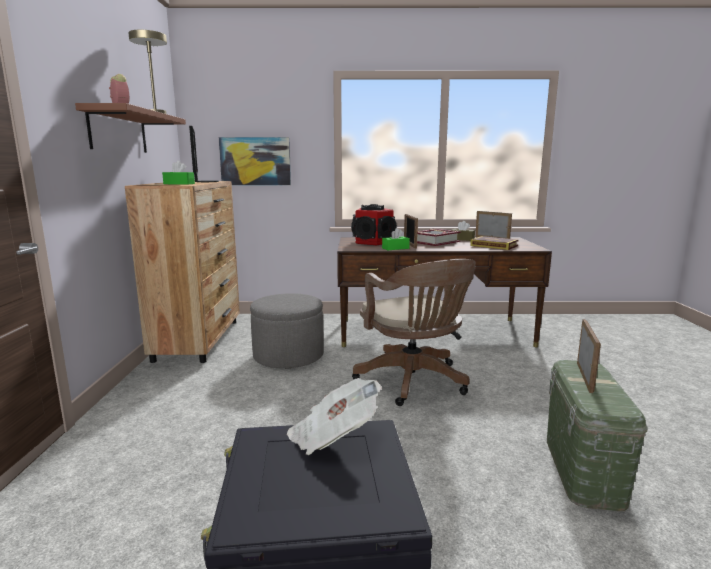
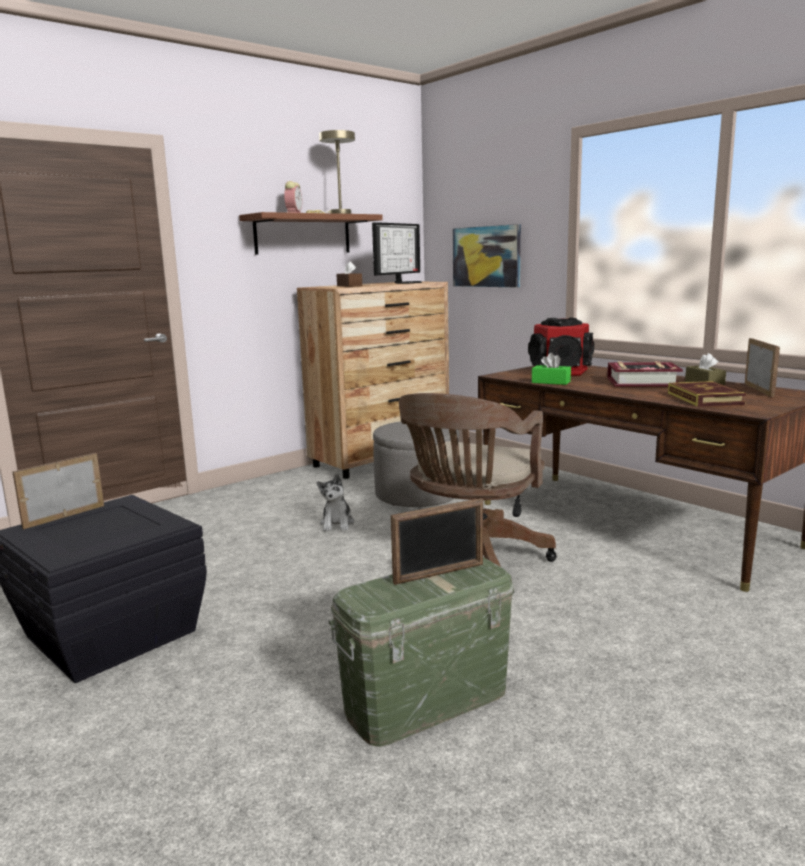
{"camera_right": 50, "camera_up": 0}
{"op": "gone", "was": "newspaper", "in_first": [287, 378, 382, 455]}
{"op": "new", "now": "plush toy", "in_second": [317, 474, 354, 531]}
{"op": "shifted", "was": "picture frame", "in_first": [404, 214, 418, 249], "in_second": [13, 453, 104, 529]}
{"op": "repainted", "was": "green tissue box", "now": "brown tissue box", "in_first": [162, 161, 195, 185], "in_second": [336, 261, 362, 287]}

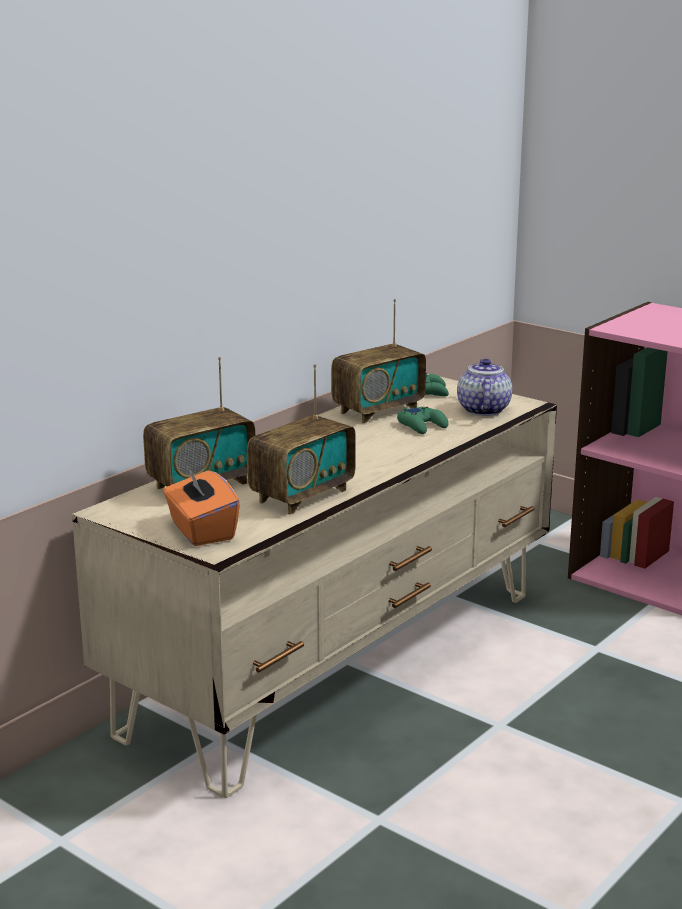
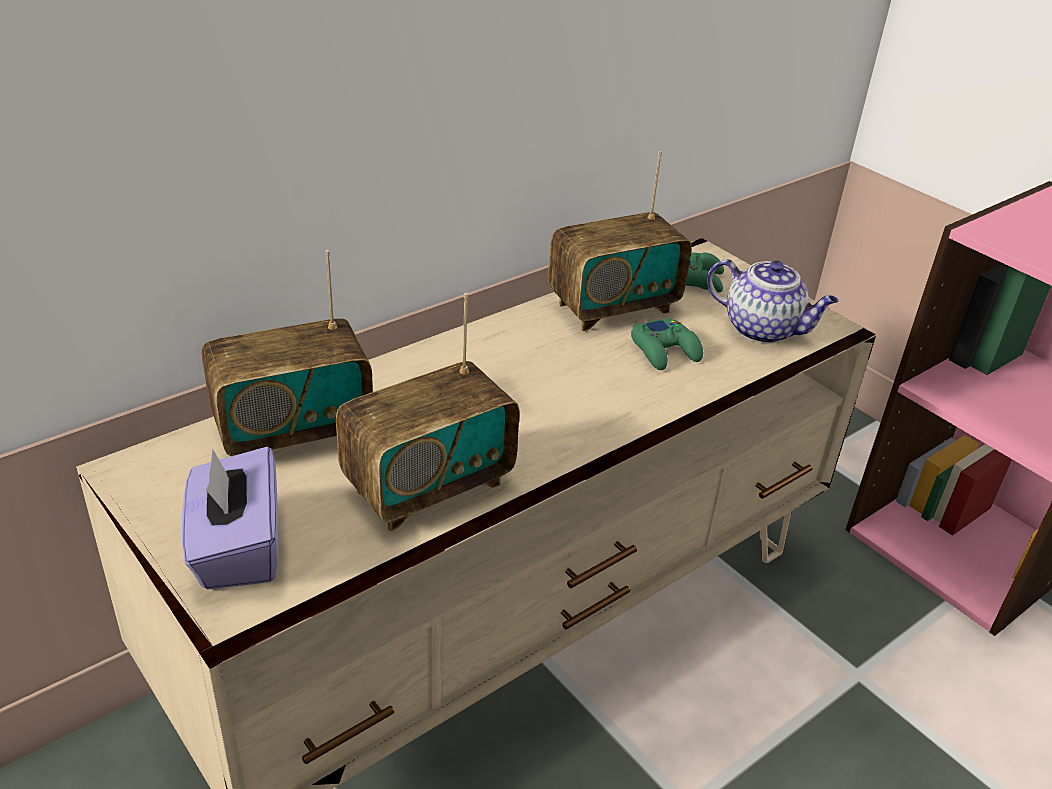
{"camera_right": 10, "camera_up": 15}
{"op": "repainted", "was": "orange tissue box", "now": "purple tissue box", "in_first": [163, 465, 240, 546], "in_second": [182, 447, 278, 590]}
{"op": "rotated", "was": "teapot", "in_first": [457, 359, 512, 416], "in_second": [707, 259, 839, 343], "clockwise": 105}

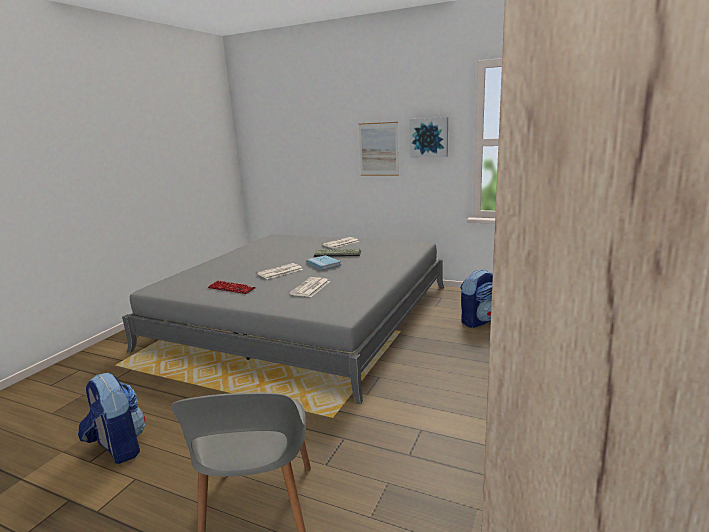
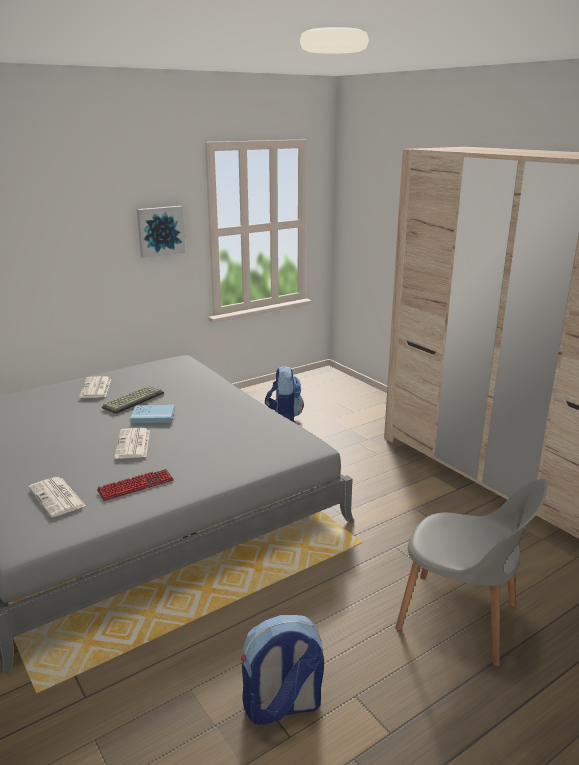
{"camera_right": -60, "camera_up": 5}
{"op": "gone", "was": "picture", "in_first": [358, 122, 399, 176]}
{"op": "shifted", "was": "newspaper", "in_first": [289, 277, 330, 297], "in_second": [29, 477, 86, 517]}

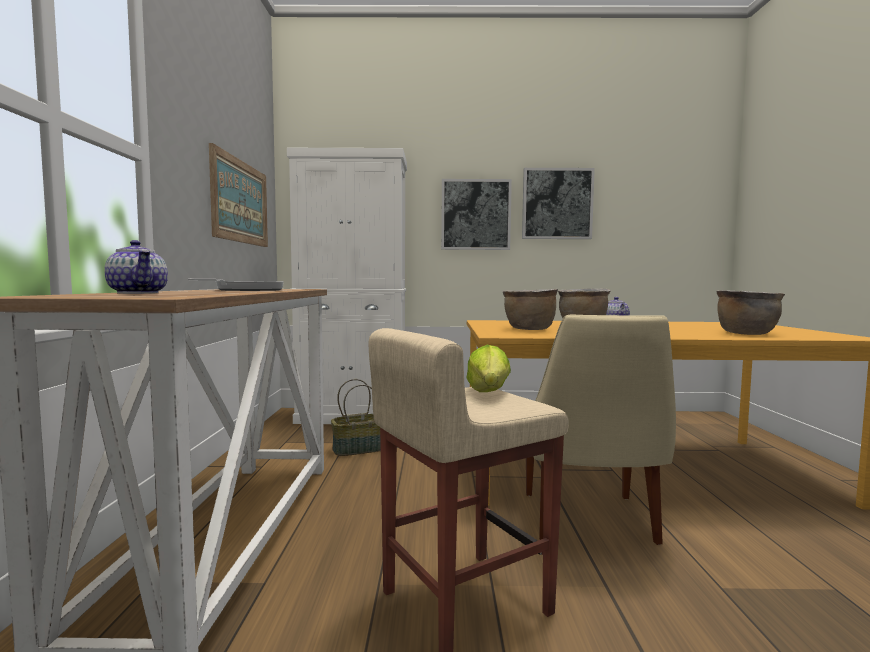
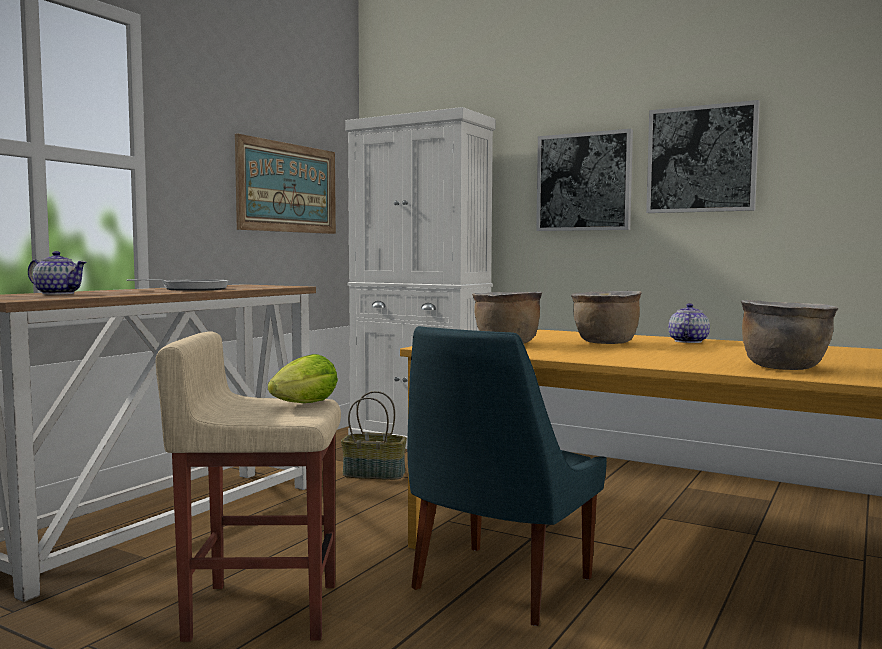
{"camera_right": 30, "camera_up": 0}
{"op": "repainted", "was": "beige chair", "now": "blue chair", "in_first": [526, 315, 676, 545], "in_second": [407, 326, 607, 626]}
{"op": "rotated", "was": "teapot", "in_first": [104, 240, 168, 294], "in_second": [28, 251, 86, 294], "clockwise": -60}

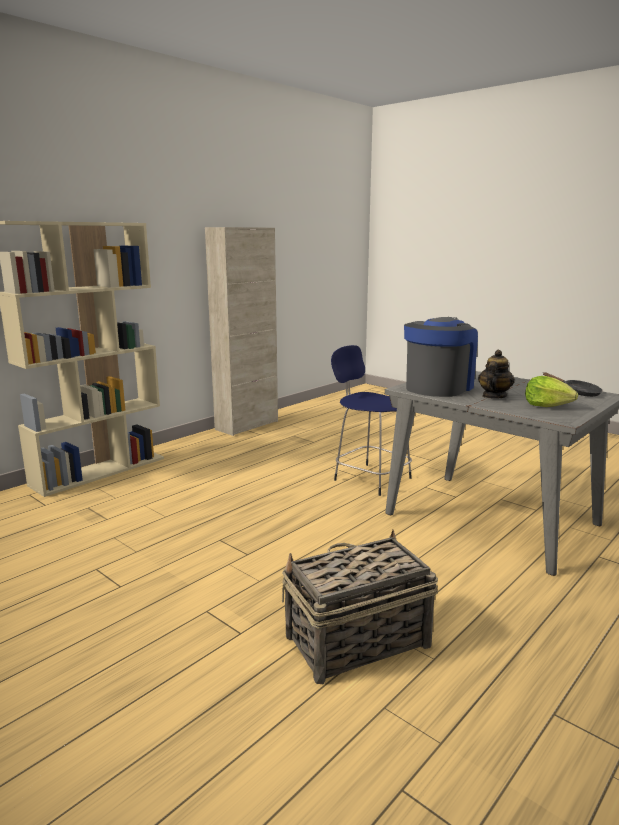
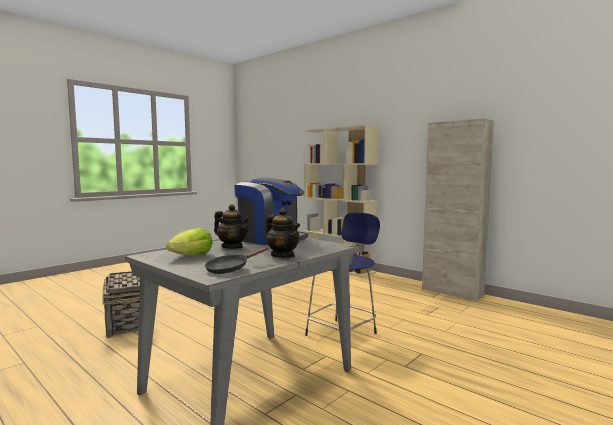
{"camera_right": 90, "camera_up": -10}
{"op": "new", "now": "teapot", "in_second": [266, 208, 300, 258]}

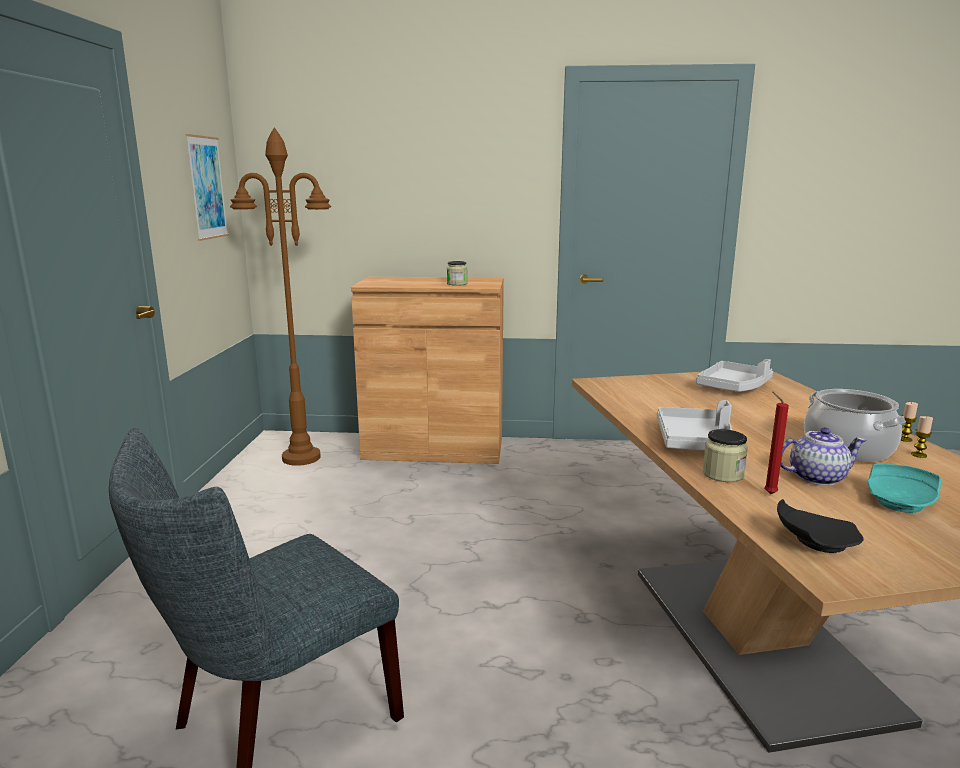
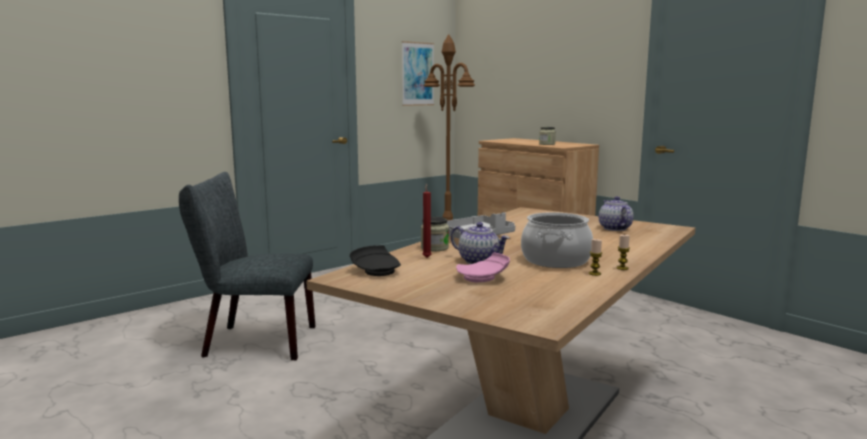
{"camera_right": 45, "camera_up": -5}
{"op": "swapped", "was": "grey tray", "now": "teapot", "in_first": [696, 359, 773, 392], "in_second": [599, 196, 633, 231]}
{"op": "repainted", "was": "turquoise plate", "now": "pink plate", "in_first": [868, 464, 941, 513], "in_second": [456, 253, 510, 282]}

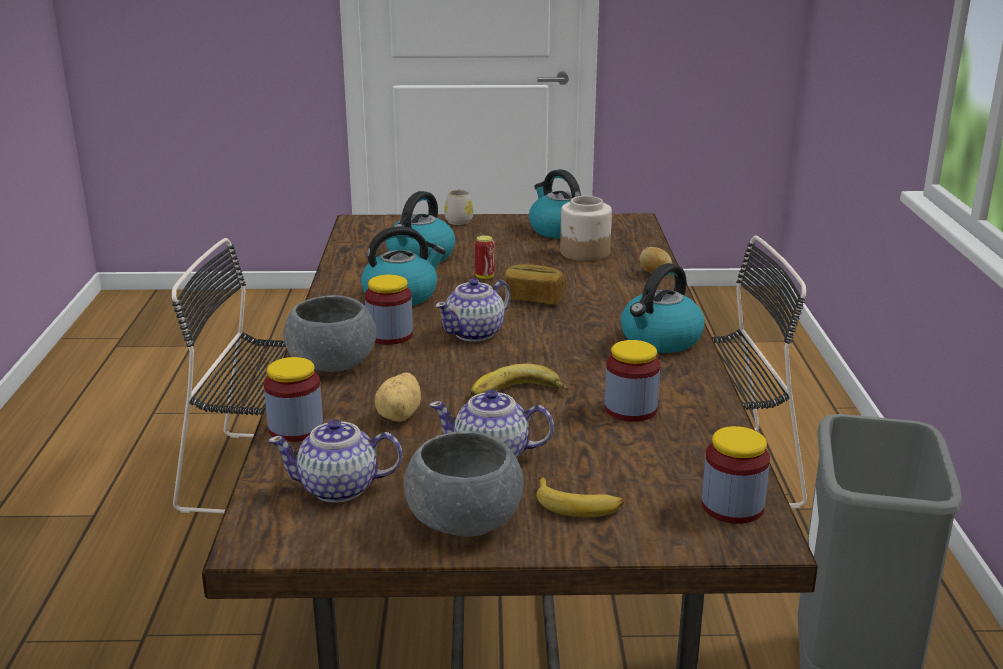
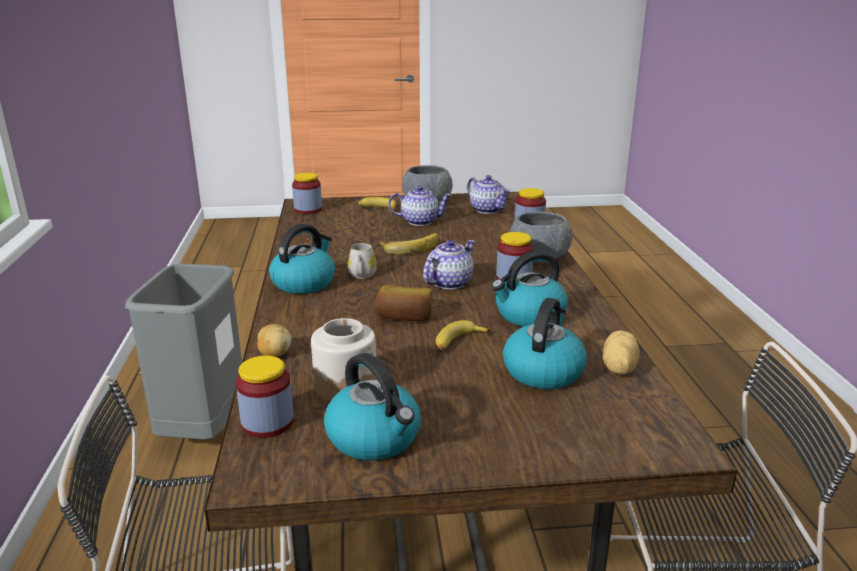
{"camera_right": 175, "camera_up": 0}
{"op": "shifted", "was": "potato", "in_first": [375, 373, 421, 422], "in_second": [603, 330, 640, 375]}
{"op": "shifted", "was": "white mug", "in_first": [444, 190, 473, 225], "in_second": [348, 243, 377, 279]}
{"op": "shifted", "was": "jar", "in_first": [605, 340, 660, 422], "in_second": [236, 356, 294, 438]}
{"op": "swapped", "was": "can", "now": "banana", "in_first": [475, 235, 494, 279], "in_second": [435, 320, 490, 350]}
{"op": "rotated", "was": "teapot", "in_first": [268, 419, 403, 503], "in_second": [467, 175, 511, 214], "clockwise": 60}

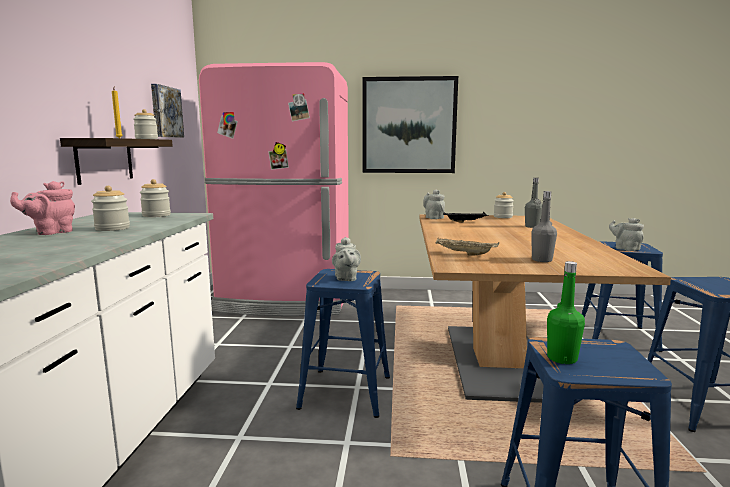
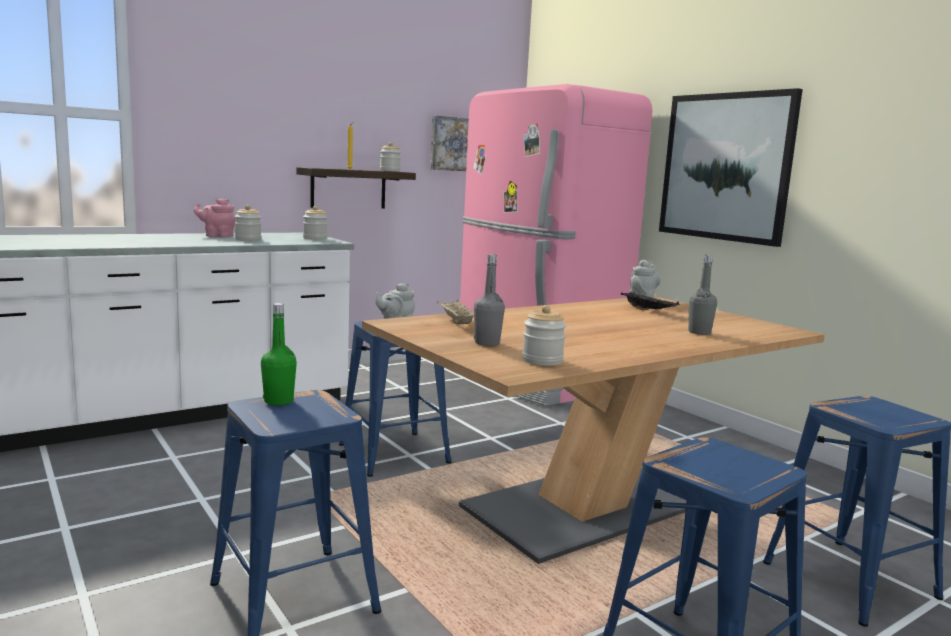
{"camera_right": 50, "camera_up": 0}
{"op": "gone", "was": "grey teapot", "in_first": [609, 218, 644, 251]}
{"op": "shifted", "was": "jar", "in_first": [494, 192, 514, 218], "in_second": [522, 305, 566, 366]}

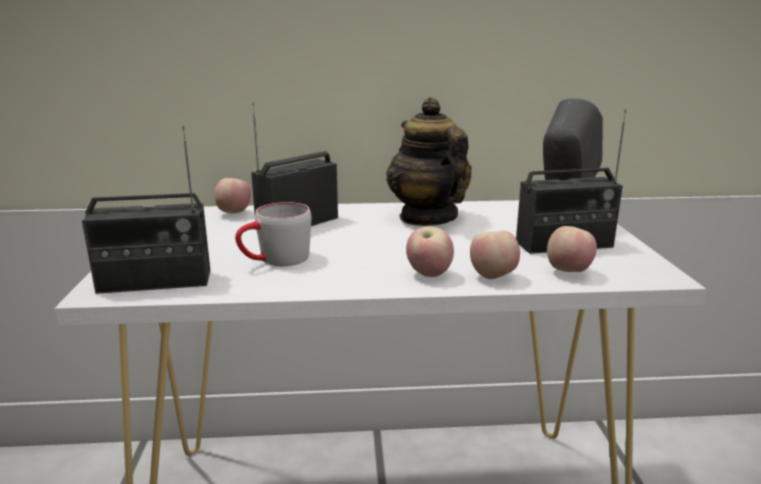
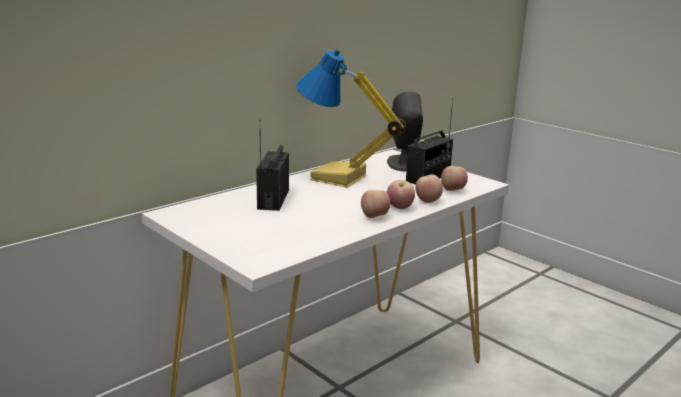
{"camera_right": -40, "camera_up": 0}
{"op": "gone", "was": "radio", "in_first": [82, 126, 210, 294]}
{"op": "gone", "was": "grey mug", "in_first": [235, 202, 311, 266]}
{"op": "shifted", "was": "apple", "in_first": [214, 178, 251, 213], "in_second": [361, 190, 390, 218]}
{"op": "swapped", "was": "teapot", "now": "table lamp", "in_first": [386, 97, 472, 226], "in_second": [296, 49, 406, 187]}

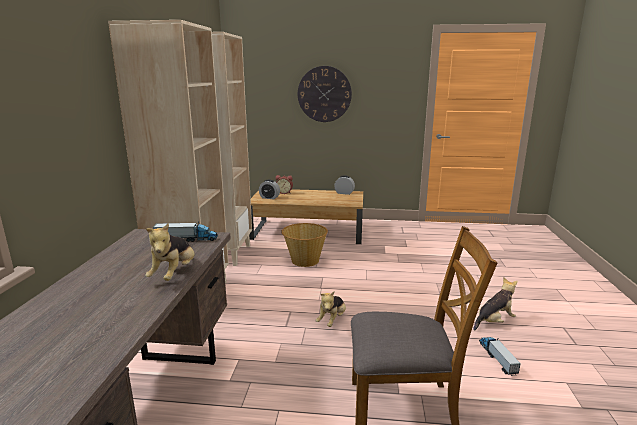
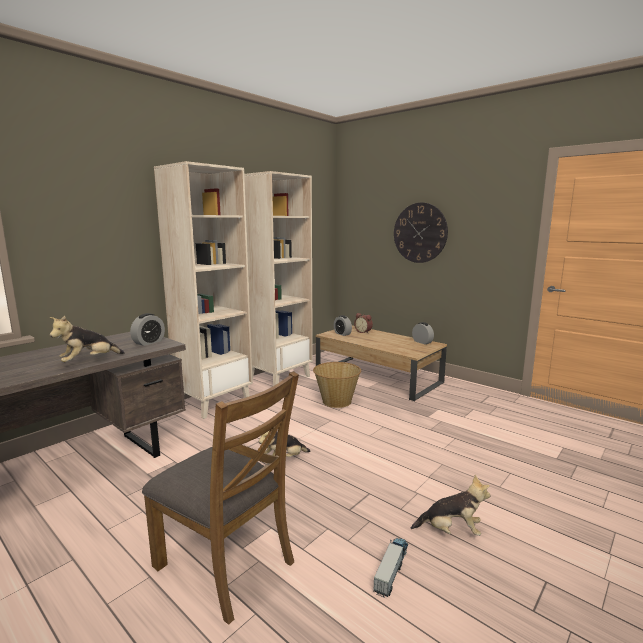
{"camera_right": 35, "camera_up": -5}
{"op": "swapped", "was": "toy truck", "now": "alarm clock", "in_first": [153, 222, 218, 242], "in_second": [130, 313, 165, 346]}

